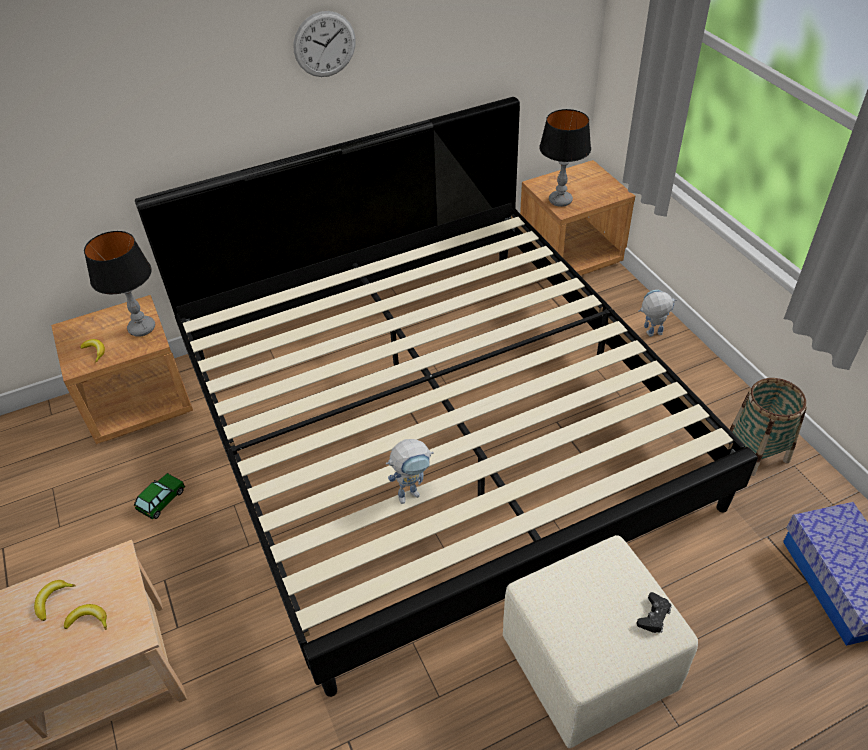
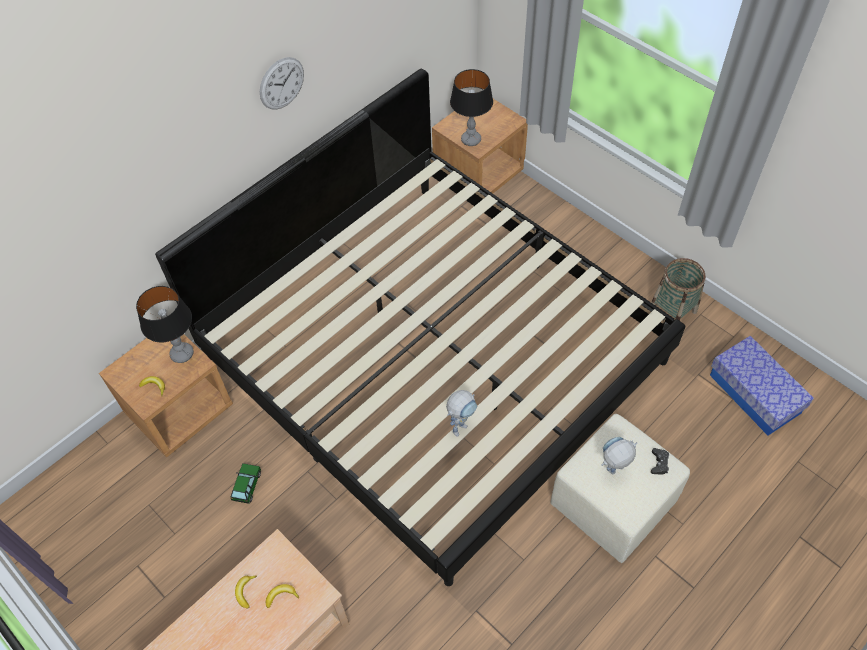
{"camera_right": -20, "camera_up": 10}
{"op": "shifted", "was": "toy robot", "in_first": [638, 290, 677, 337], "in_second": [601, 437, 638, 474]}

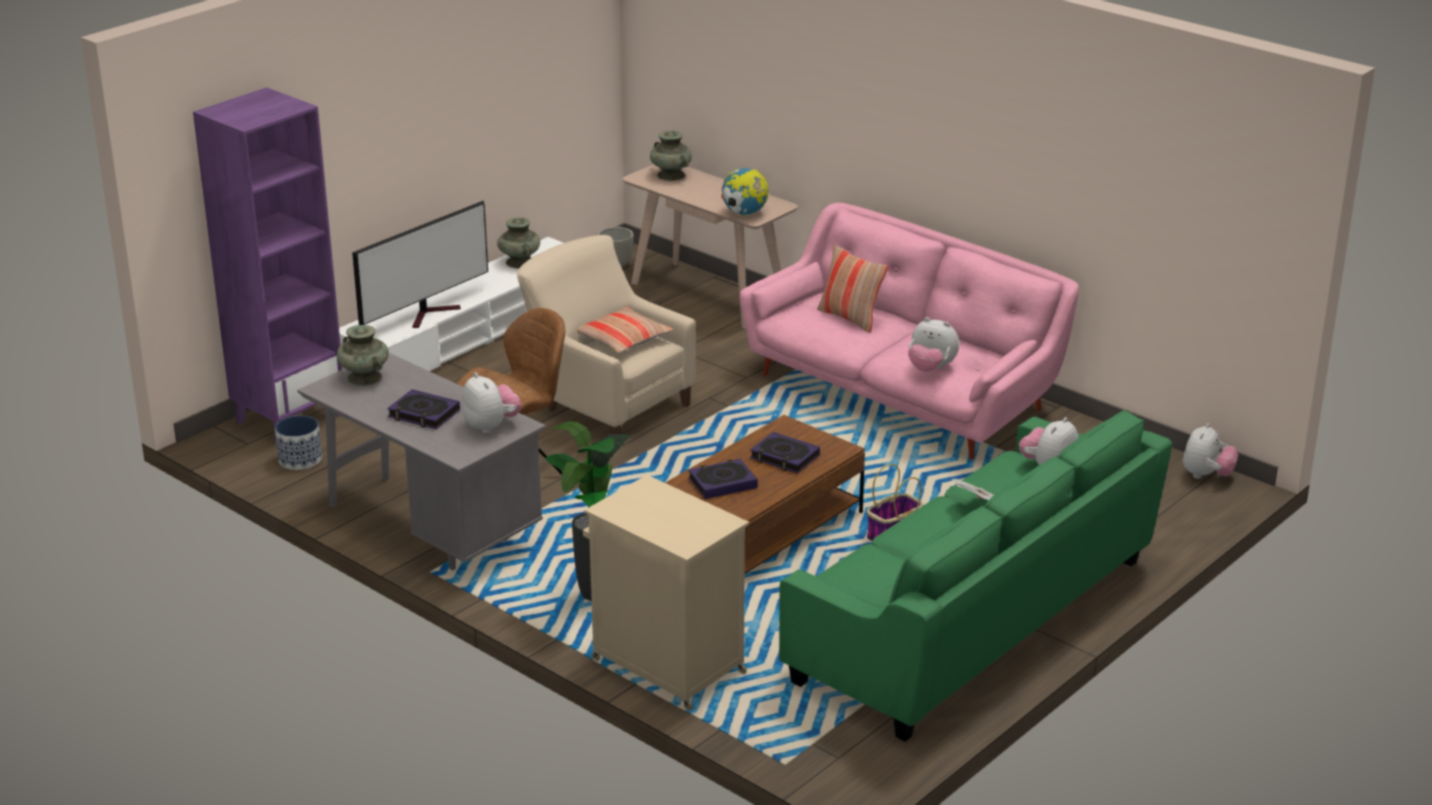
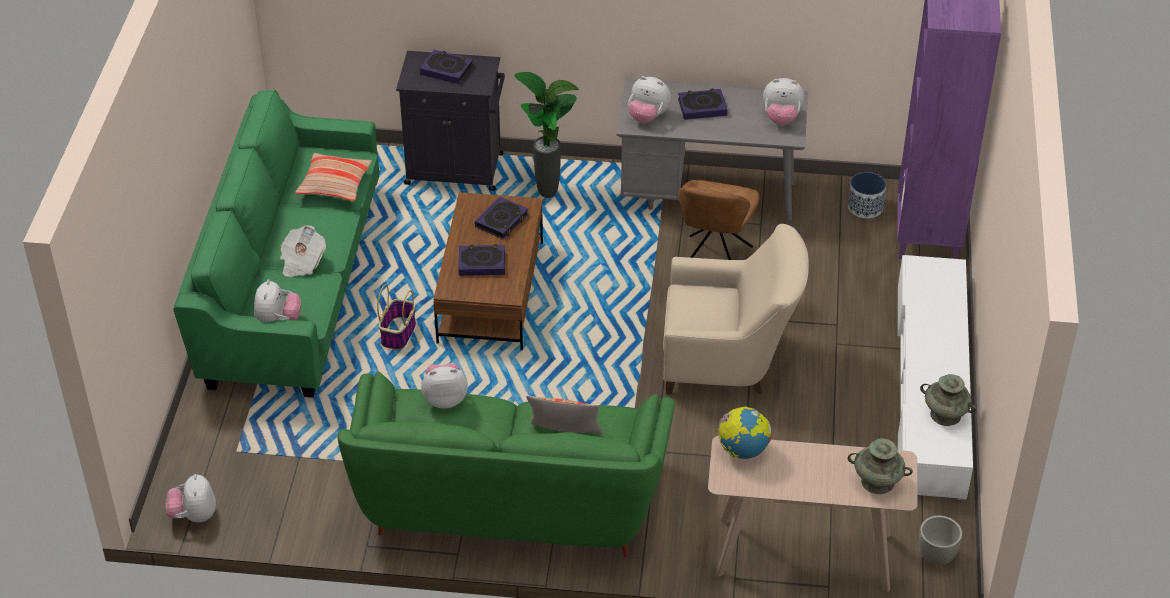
{"camera_right": 145, "camera_up": 15}
{"op": "gone", "was": "television", "in_first": [352, 200, 488, 328]}
{"op": "new", "now": "book", "in_second": [420, 50, 473, 84]}
{"op": "shifted", "was": "pillow", "in_first": [577, 307, 673, 353], "in_second": [295, 153, 372, 201]}
{"op": "swapped", "was": "turquoise vase", "now": "plush toy", "in_first": [337, 325, 389, 386], "in_second": [763, 78, 805, 125]}
{"op": "repainted", "was": "beige cabinet", "now": "black cabinet", "in_first": [583, 475, 749, 711], "in_second": [396, 51, 505, 191]}
{"op": "repainted", "was": "pink sofa", "now": "green sofa", "in_first": [739, 203, 1079, 460], "in_second": [337, 371, 675, 557]}

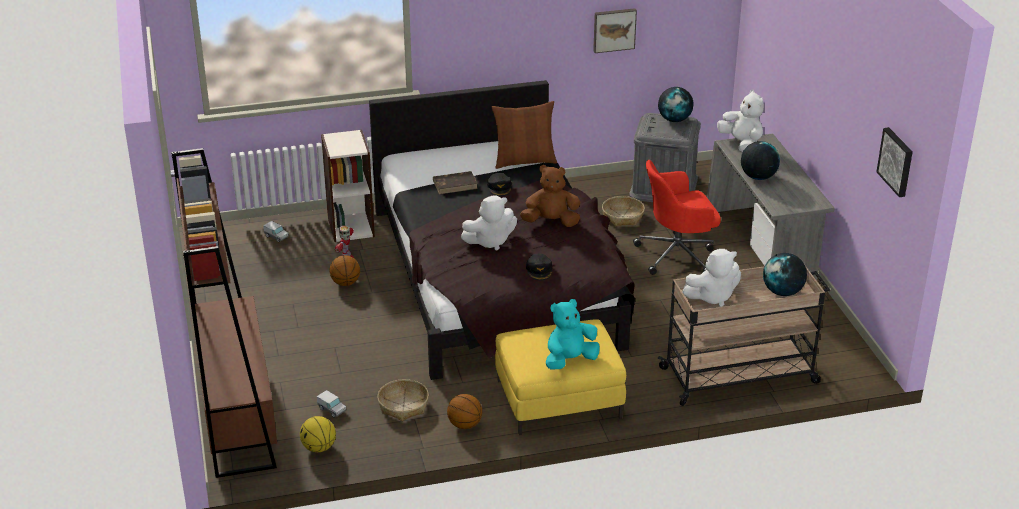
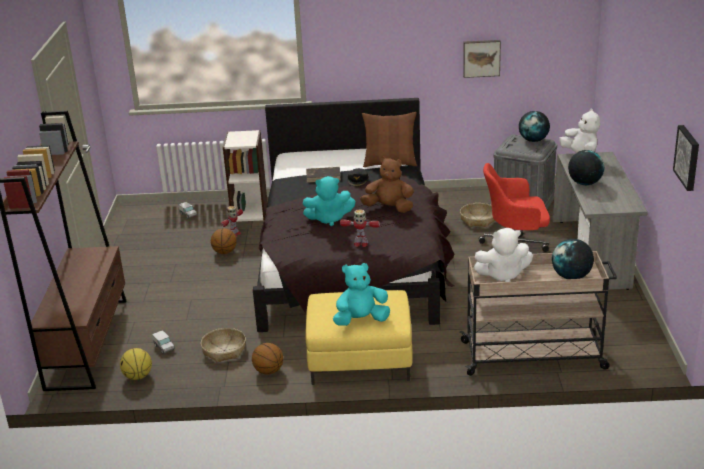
{"camera_right": 15, "camera_up": -5}
{"op": "swapped", "was": "black cap", "now": "toy robot", "in_first": [526, 254, 552, 281], "in_second": [340, 209, 380, 247]}
{"op": "repainted", "was": "white plush toy", "now": "turquoise plush toy", "in_first": [461, 195, 517, 250], "in_second": [303, 176, 356, 226]}

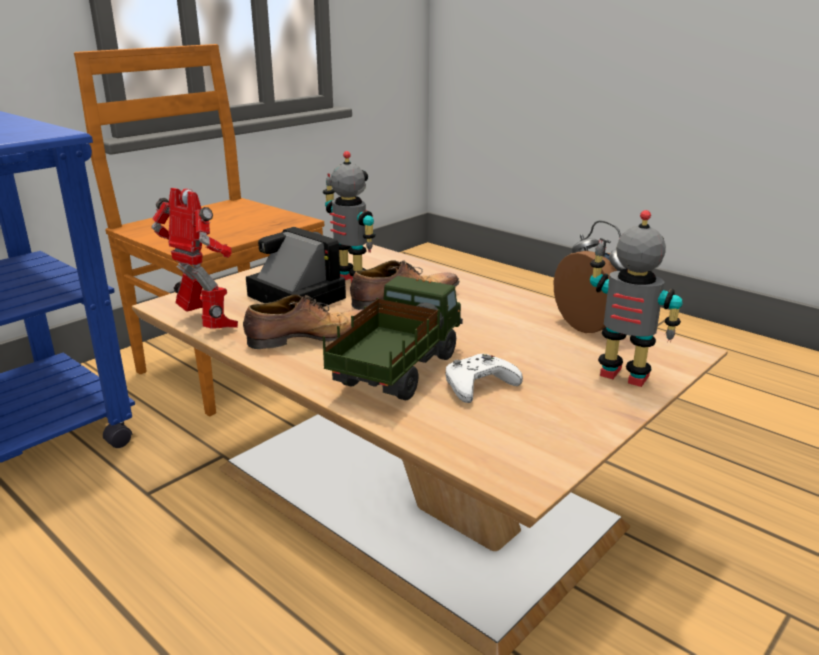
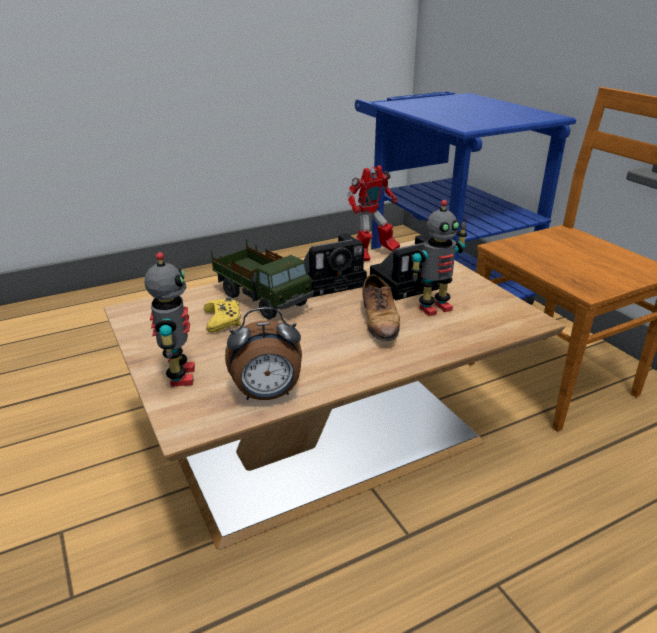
{"camera_right": 110, "camera_up": 5}
{"op": "swapped", "was": "shoe", "now": "photo camera", "in_first": [243, 294, 372, 349], "in_second": [304, 233, 367, 297]}
{"op": "repainted", "was": "white game controller", "now": "yellow game controller", "in_first": [445, 354, 523, 403], "in_second": [204, 296, 241, 333]}
{"op": "rotated", "was": "toy robot", "in_first": [590, 210, 683, 387], "in_second": [144, 252, 195, 387], "clockwise": -60}

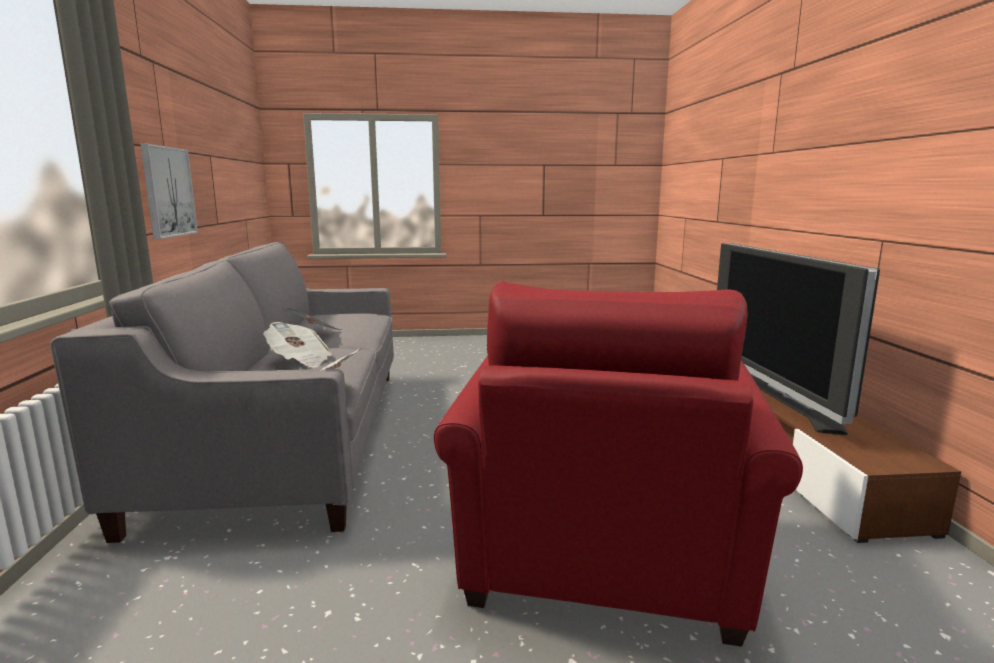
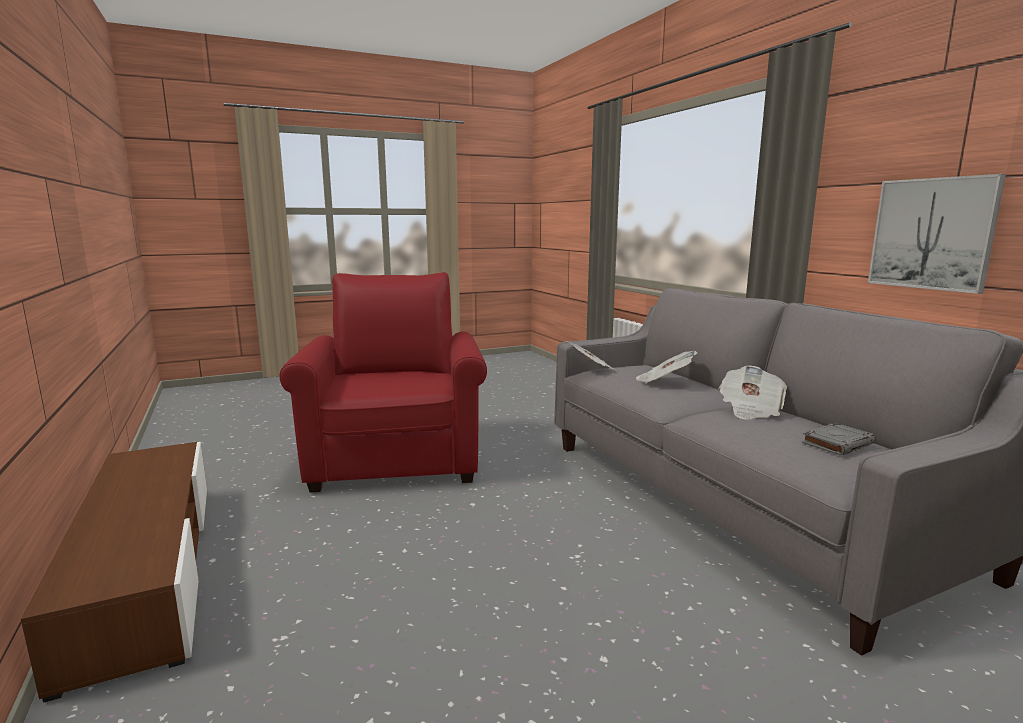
{"camera_right": 160, "camera_up": 0}
{"op": "gone", "was": "television", "in_first": [717, 243, 880, 435]}
{"op": "new", "now": "grey book", "in_second": [802, 423, 876, 456]}

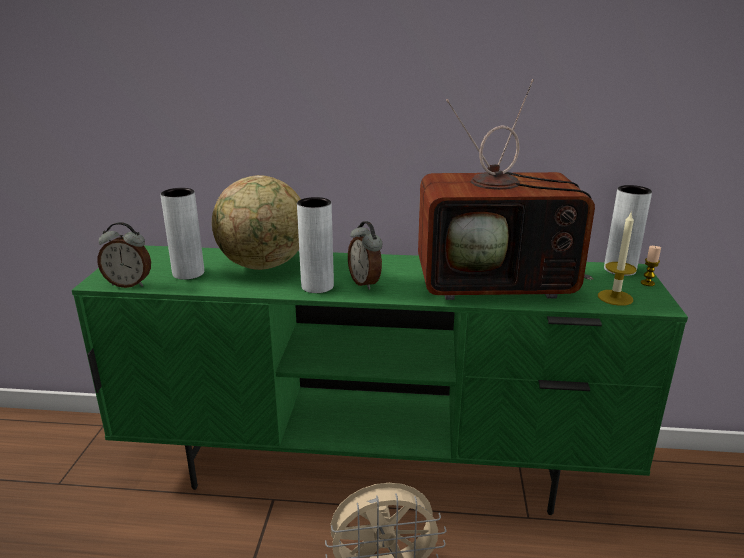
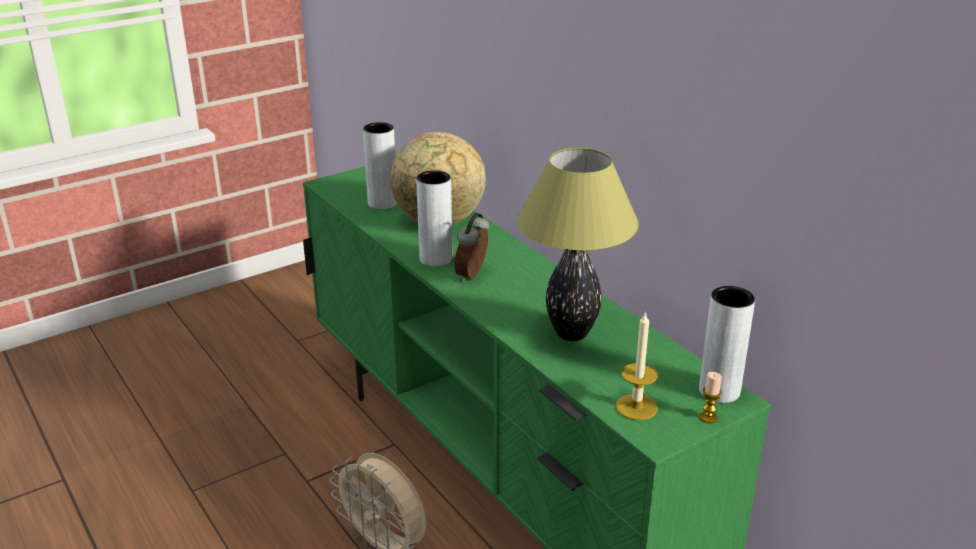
{"camera_right": 50, "camera_up": 5}
{"op": "gone", "was": "alarm clock", "in_first": [98, 222, 151, 288]}
{"op": "swapped", "was": "television", "now": "table lamp", "in_first": [418, 79, 595, 300], "in_second": [517, 148, 639, 341]}

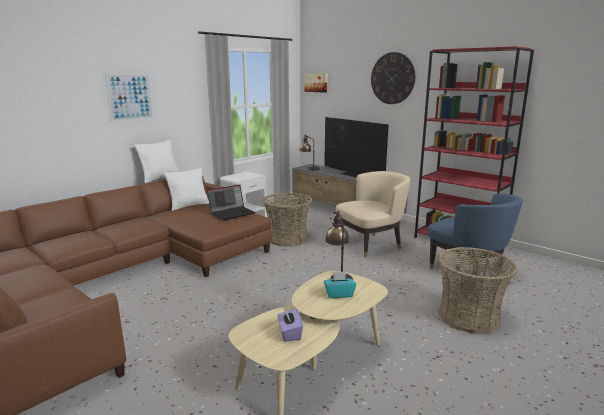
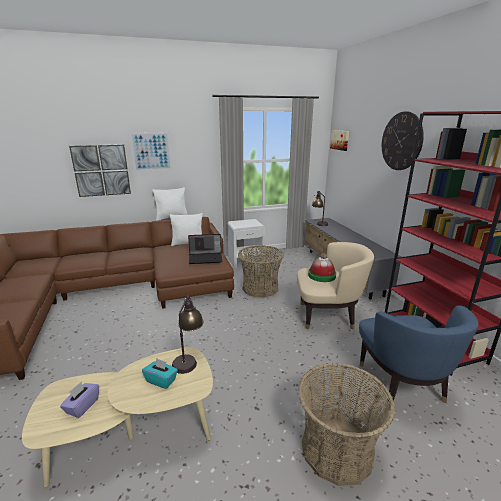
{"camera_right": 30, "camera_up": 5}
{"op": "gone", "was": "television", "in_first": [324, 117, 389, 177]}
{"op": "new", "now": "picture", "in_second": [69, 144, 131, 197]}
{"op": "new", "now": "hat", "in_second": [308, 253, 336, 282]}

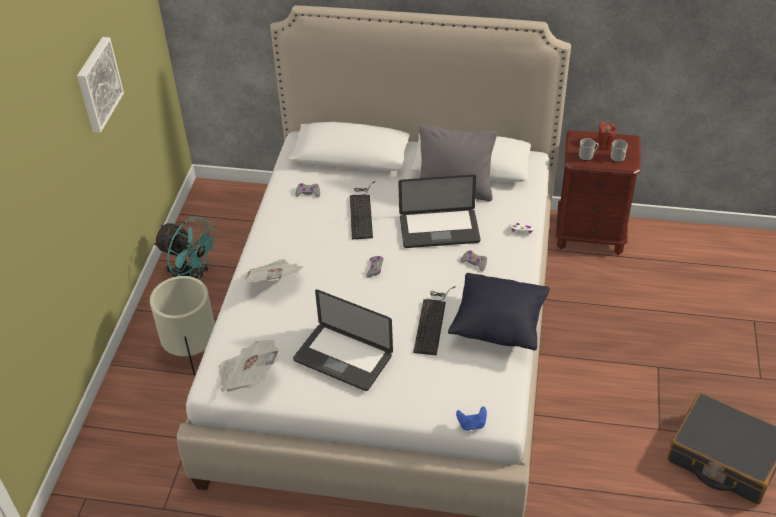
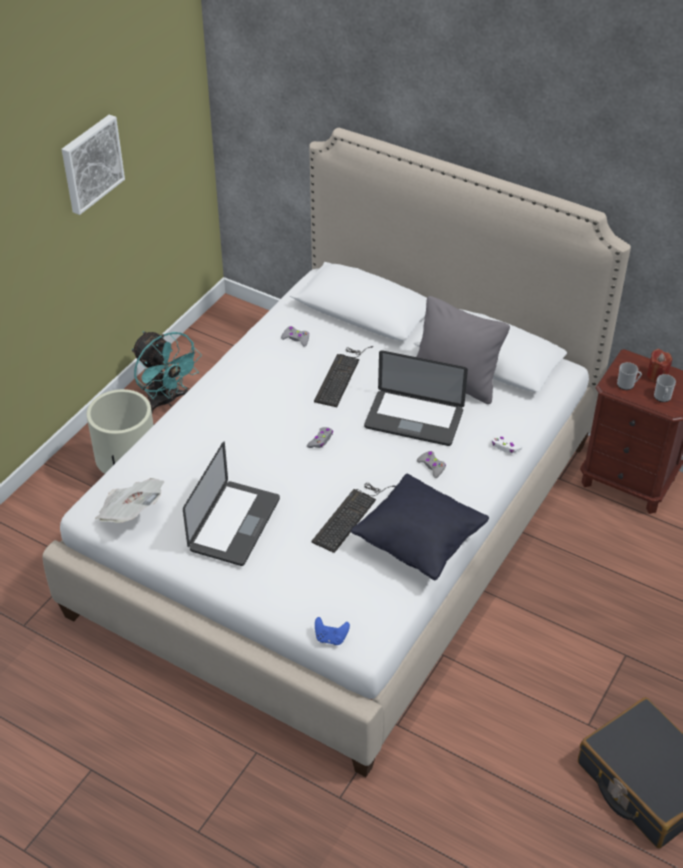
{"camera_right": 20, "camera_up": 0}
{"op": "gone", "was": "newspaper", "in_first": [244, 259, 302, 282]}
{"op": "rotated", "was": "laptop", "in_first": [293, 289, 393, 391], "in_second": [183, 441, 280, 566], "clockwise": -120}

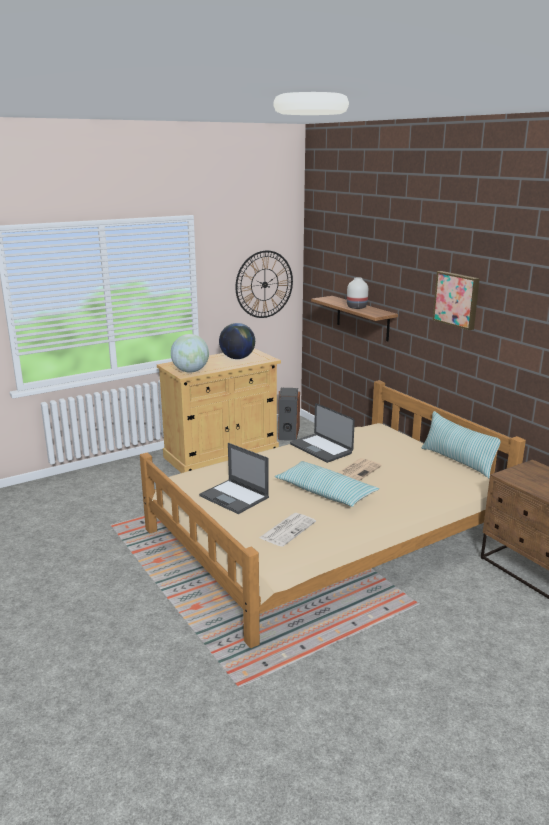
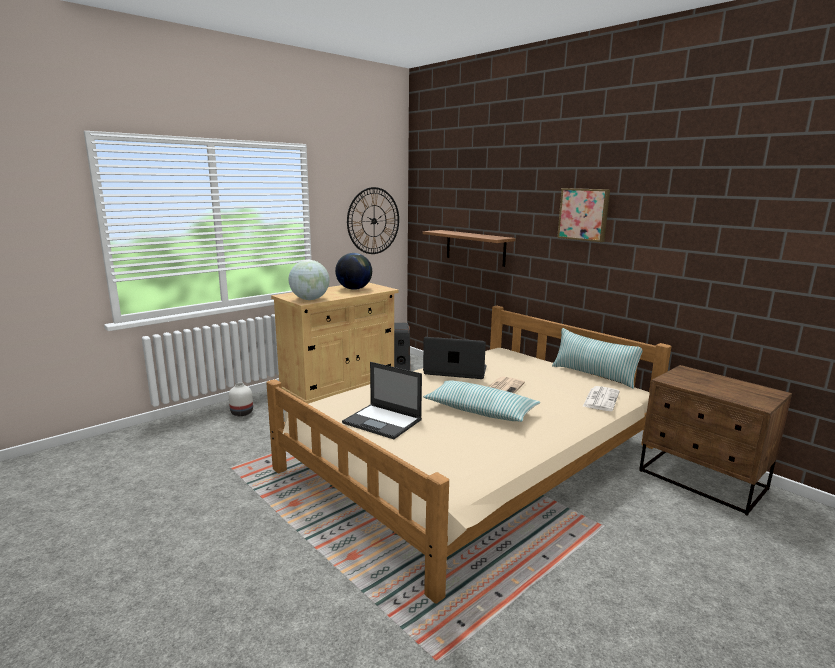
{"camera_right": -10, "camera_up": -5}
{"op": "shifted", "was": "newspaper", "in_first": [259, 513, 316, 547], "in_second": [582, 386, 620, 411]}
{"op": "shifted", "was": "white vase", "in_first": [347, 277, 368, 309], "in_second": [229, 383, 253, 416]}
{"op": "rotated", "was": "laptop", "in_first": [290, 403, 355, 463], "in_second": [423, 337, 486, 379], "clockwise": 150}

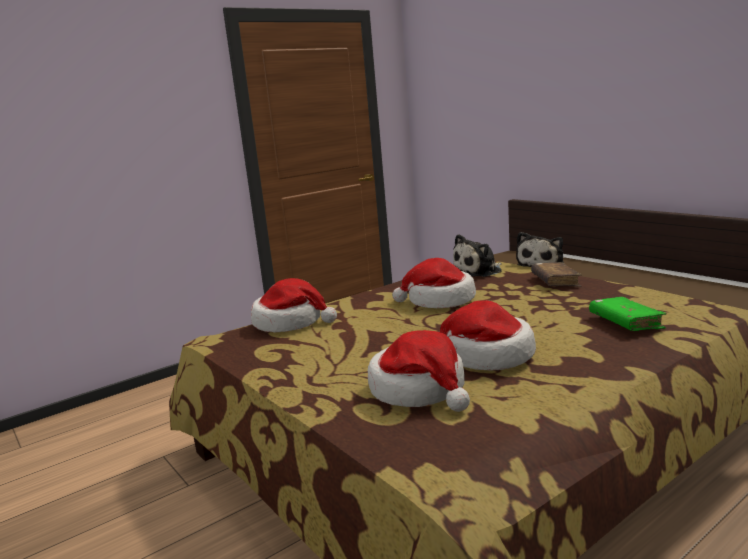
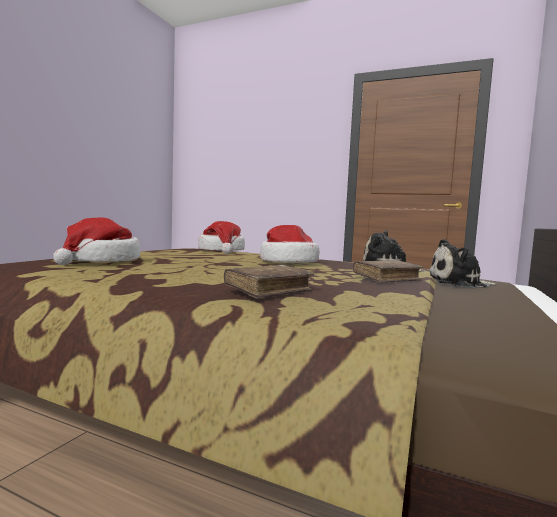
{"camera_right": 60, "camera_up": -10}
{"op": "gone", "was": "hat", "in_first": [440, 300, 536, 371]}
{"op": "repainted", "was": "green book", "now": "brown book", "in_first": [589, 297, 667, 331], "in_second": [224, 265, 314, 299]}

